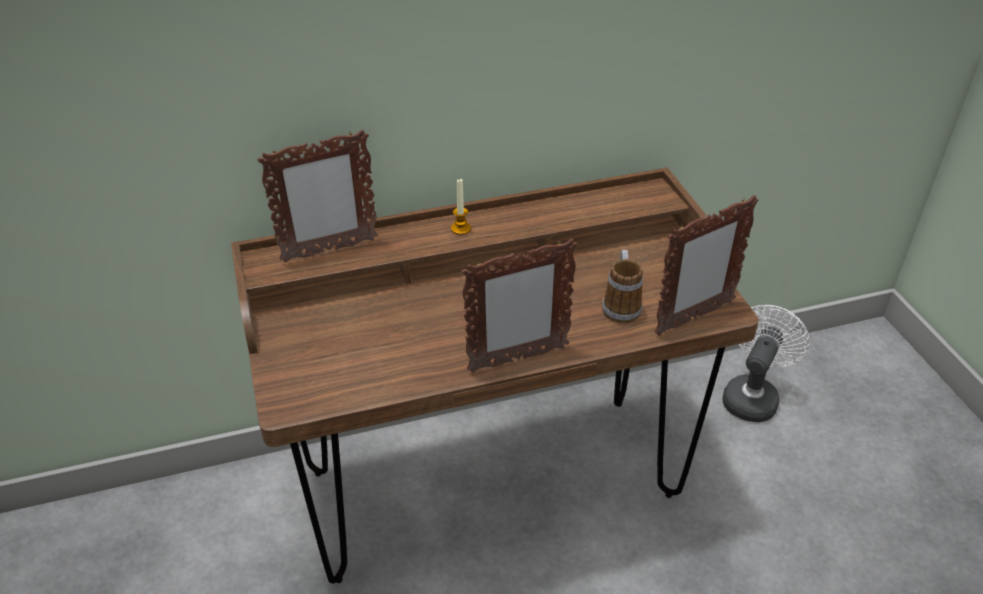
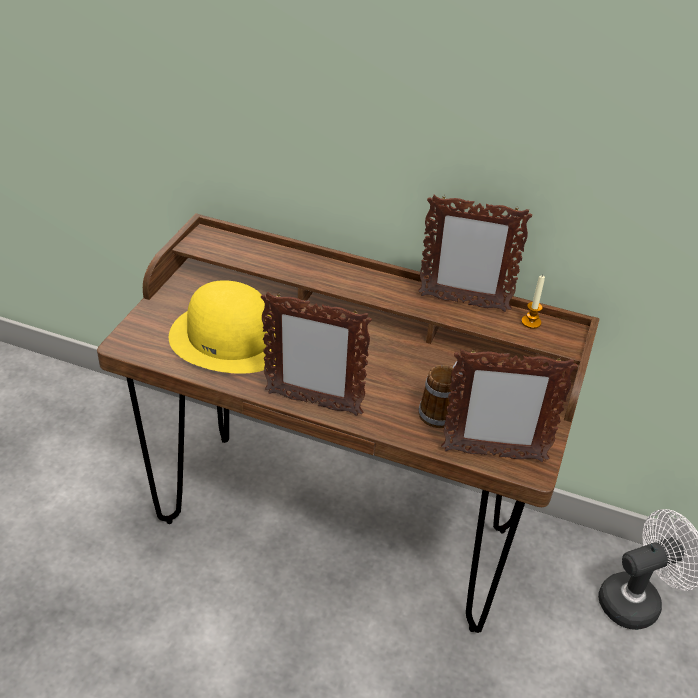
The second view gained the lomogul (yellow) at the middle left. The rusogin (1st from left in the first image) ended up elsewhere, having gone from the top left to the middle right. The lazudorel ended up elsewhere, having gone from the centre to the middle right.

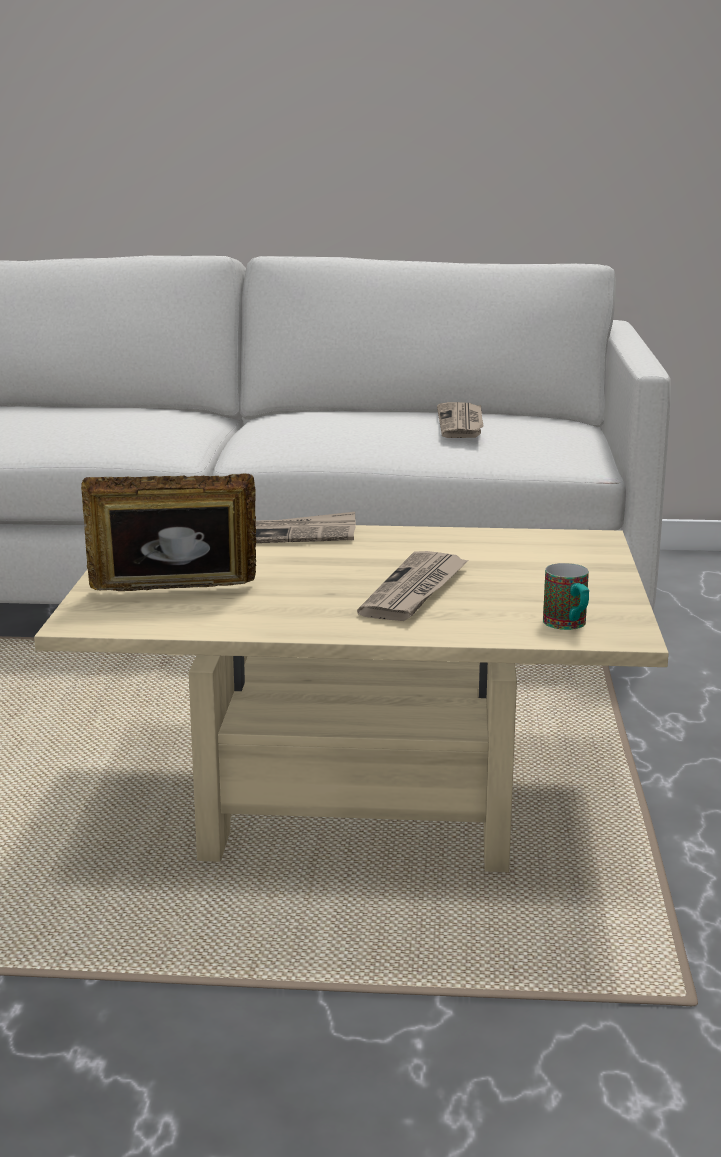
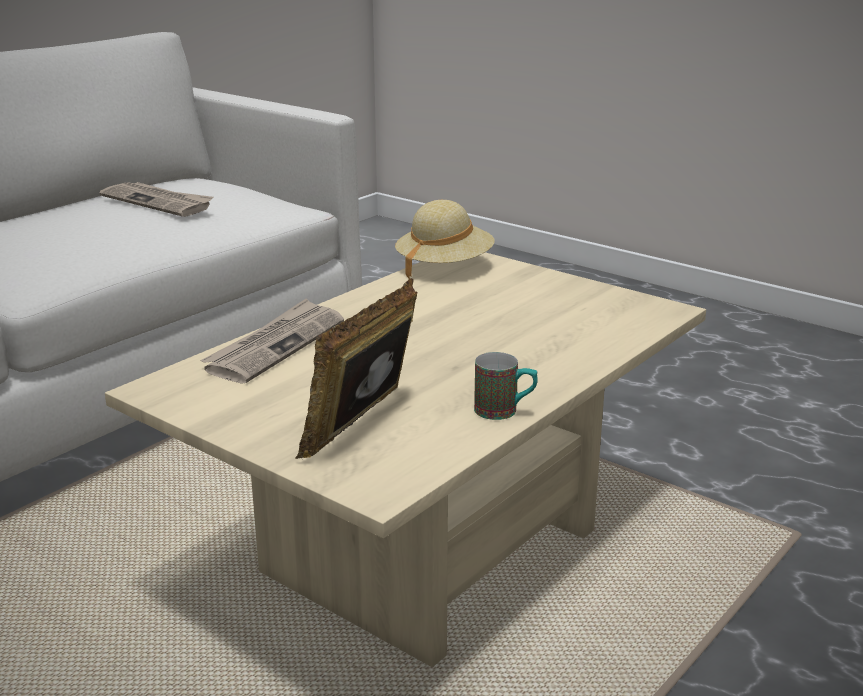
The second view gained the lomogul (beige) at the centre. The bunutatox ended up elsewhere, having gone from the middle right to the centre. The second view lost the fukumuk (2nd from left) at the centre.

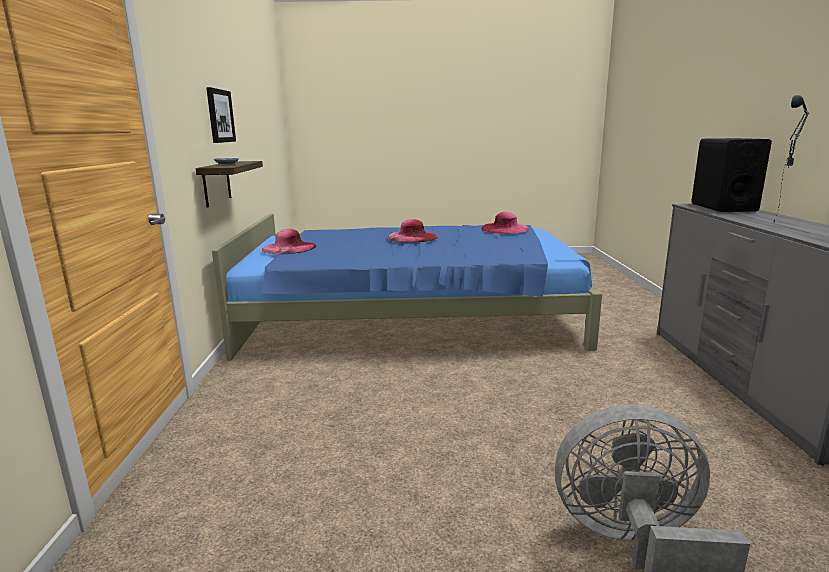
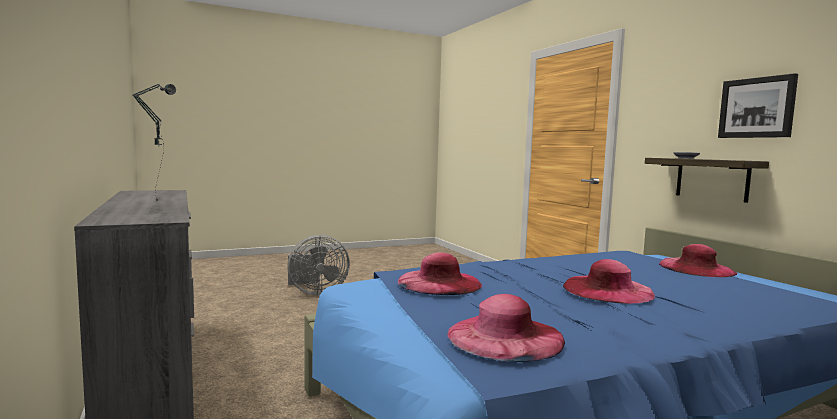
The second view gained the lomogul (pink) (1st from left) at the centre. The second view lost the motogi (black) at the top right.

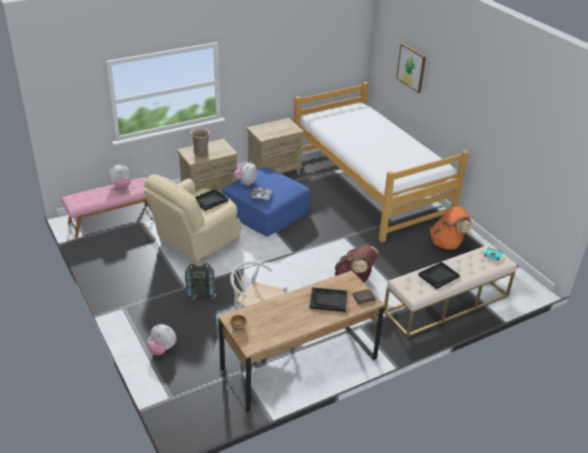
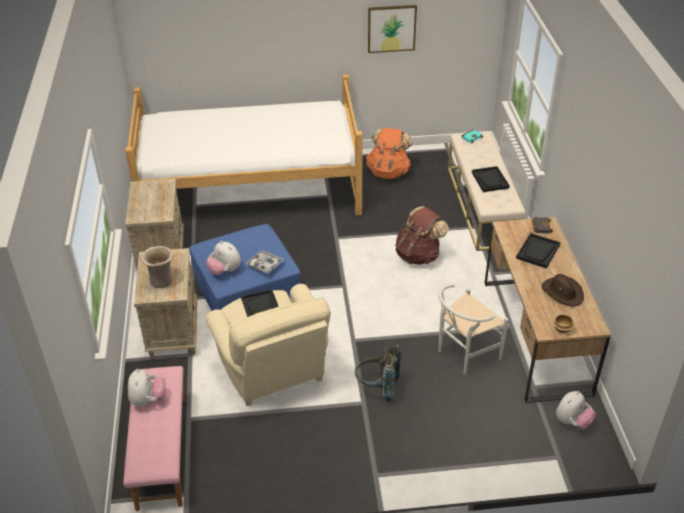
The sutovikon ended up elsewhere, having gone from the top right to the top centre. The second view gained the lomogul (brown) at the middle right. The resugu (2nd from left in the first image) ended up elsewhere, having gone from the bottom left to the bottom right.

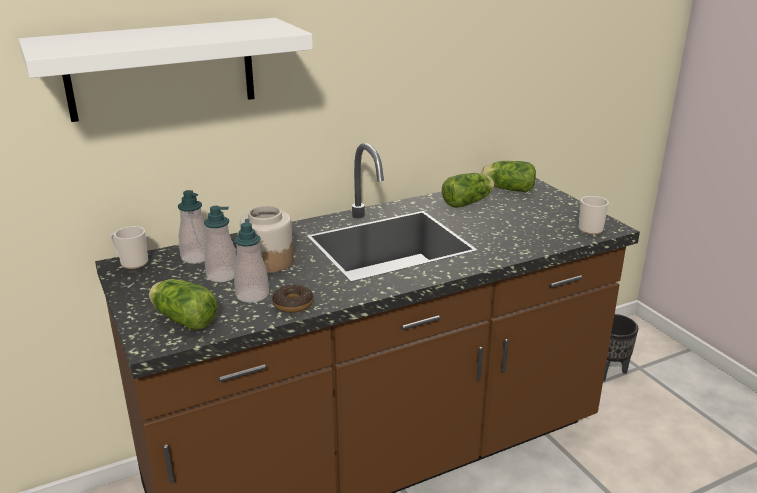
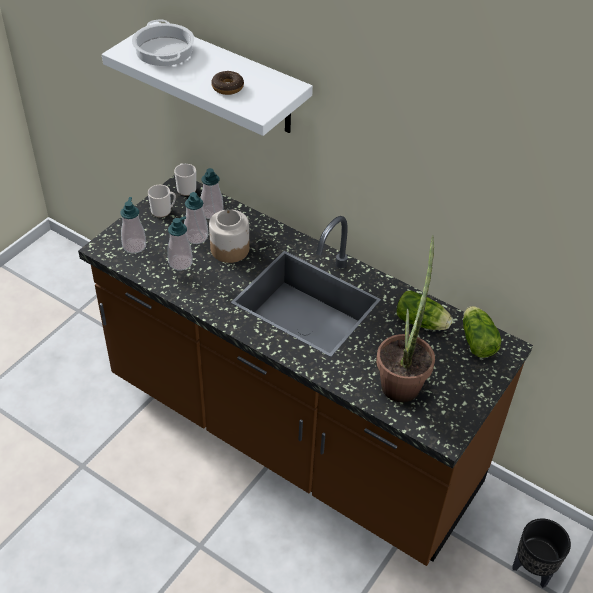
Where the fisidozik (1st from left) stood at the middle left, the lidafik (1st from left) came to stand at the middle left. The second view gained the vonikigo at the top left. The bunutatox (2nd from left in the first image) ended up elsewhere, having gone from the middle right to the middle left. The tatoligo ended up elsewhere, having gone from the centre to the top centre. The second view gained the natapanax at the middle right.

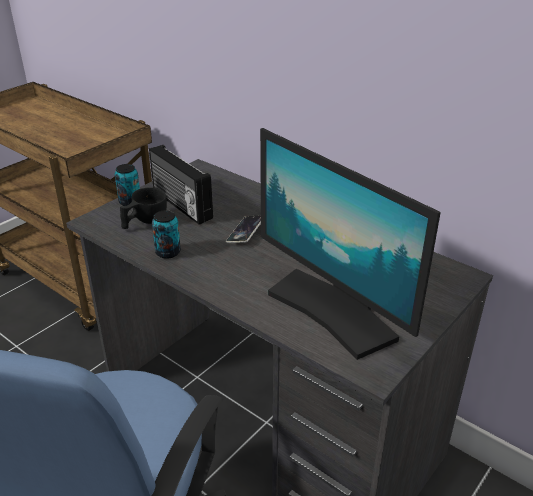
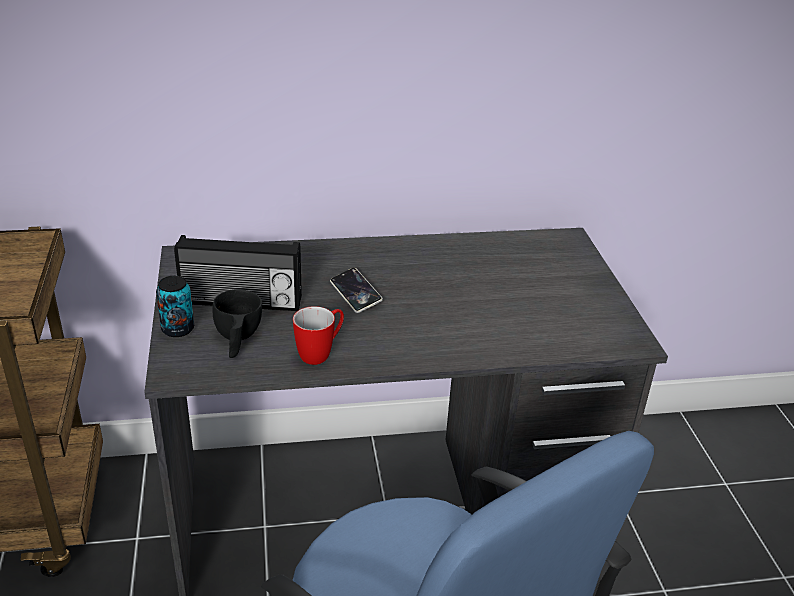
Where the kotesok (2nd from left) stood at the middle left, the bunutatox came to stand at the centre. The second view lost the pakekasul at the centre.

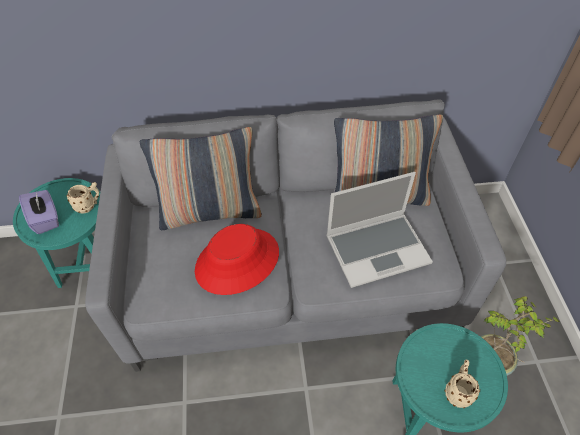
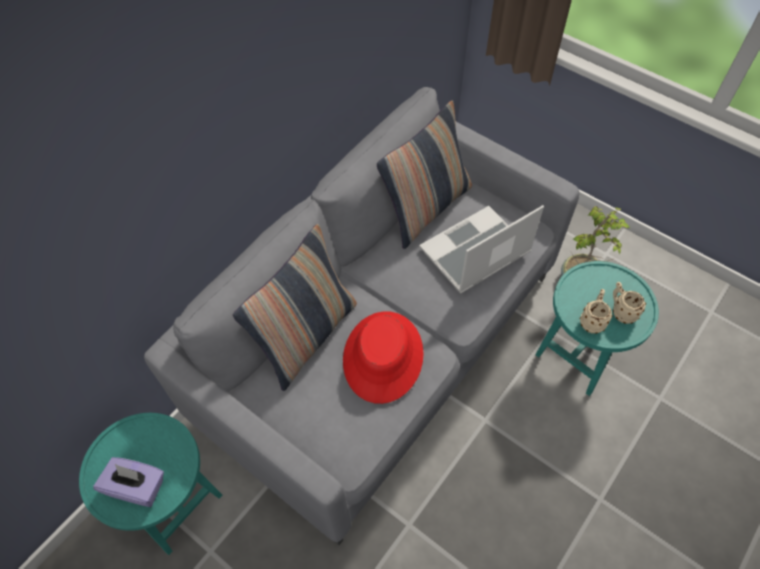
The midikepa at the centre ended up facing another way, 150 degrees counterclockwise from before. The bunutatox (beige) (1st from left) ended up elsewhere, having gone from the middle left to the middle right.

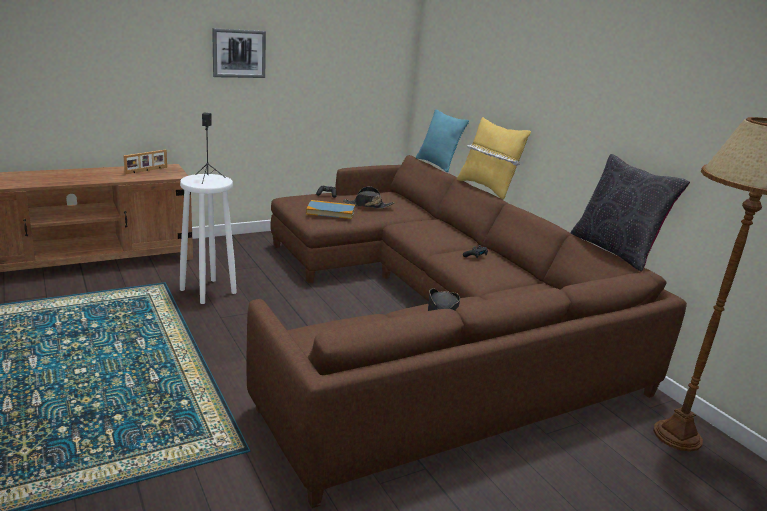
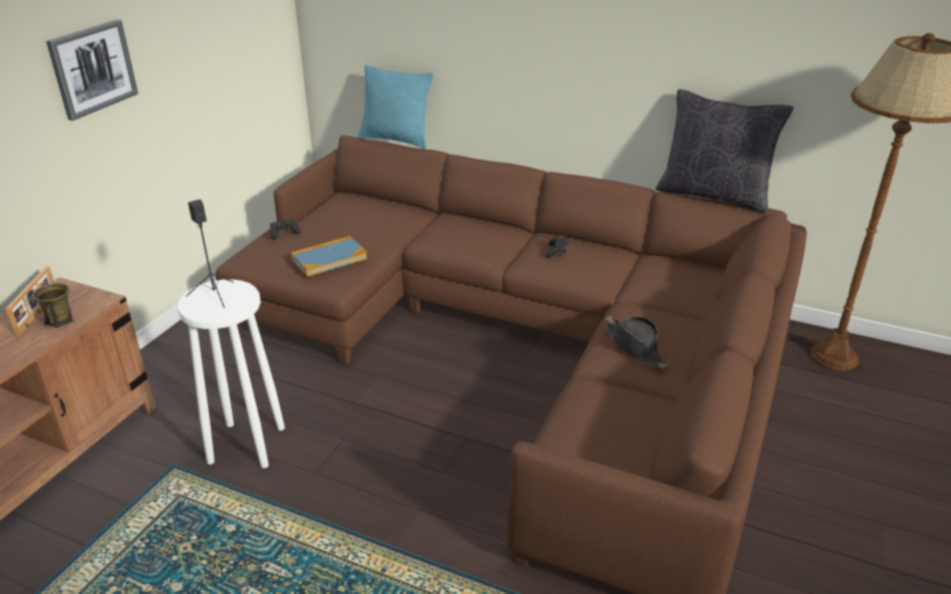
The second view gained the bunutatox (brown) at the middle left. The second view lost the lomogul (black) (1st from left) at the centre. The second view lost the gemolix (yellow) at the top centre.

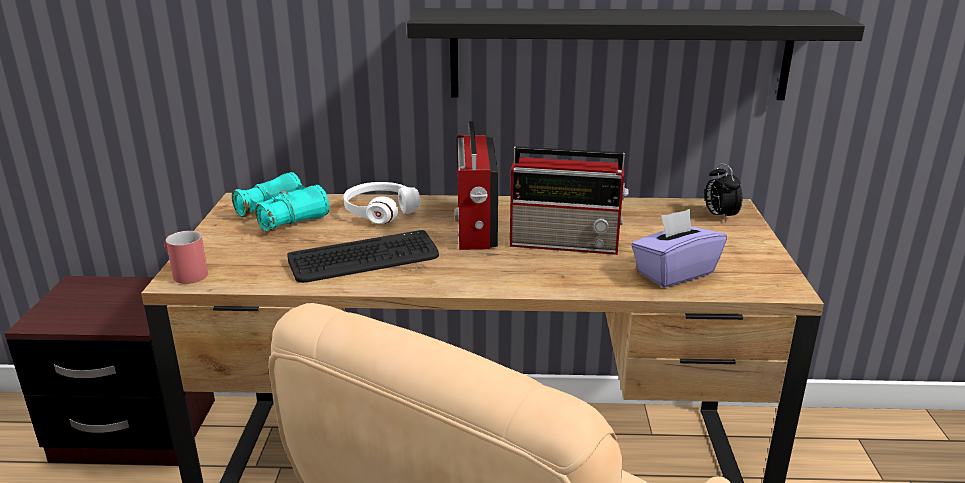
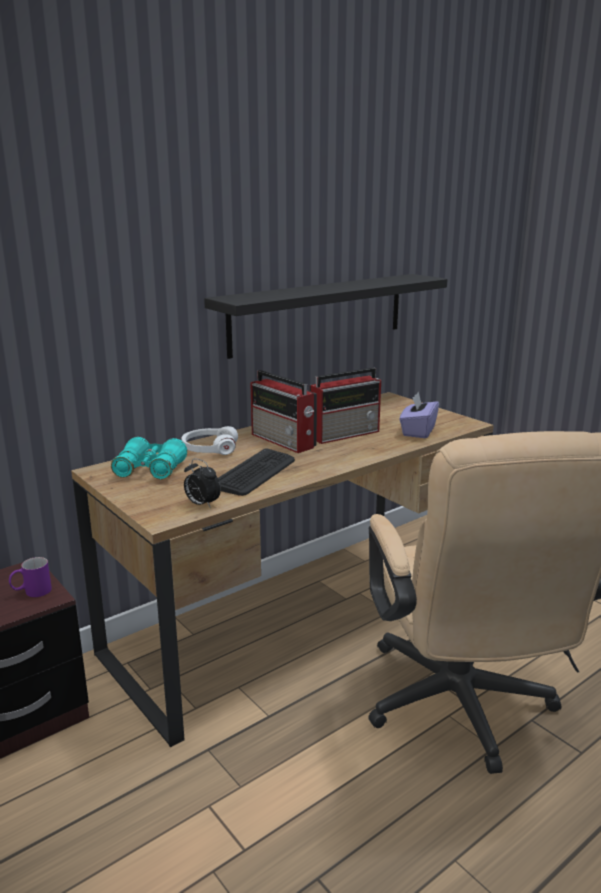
The second view gained the bunutatox (purple) at the middle left. The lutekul ended up elsewhere, having gone from the middle right to the centre. The second view lost the bunutatox (red) at the middle left.

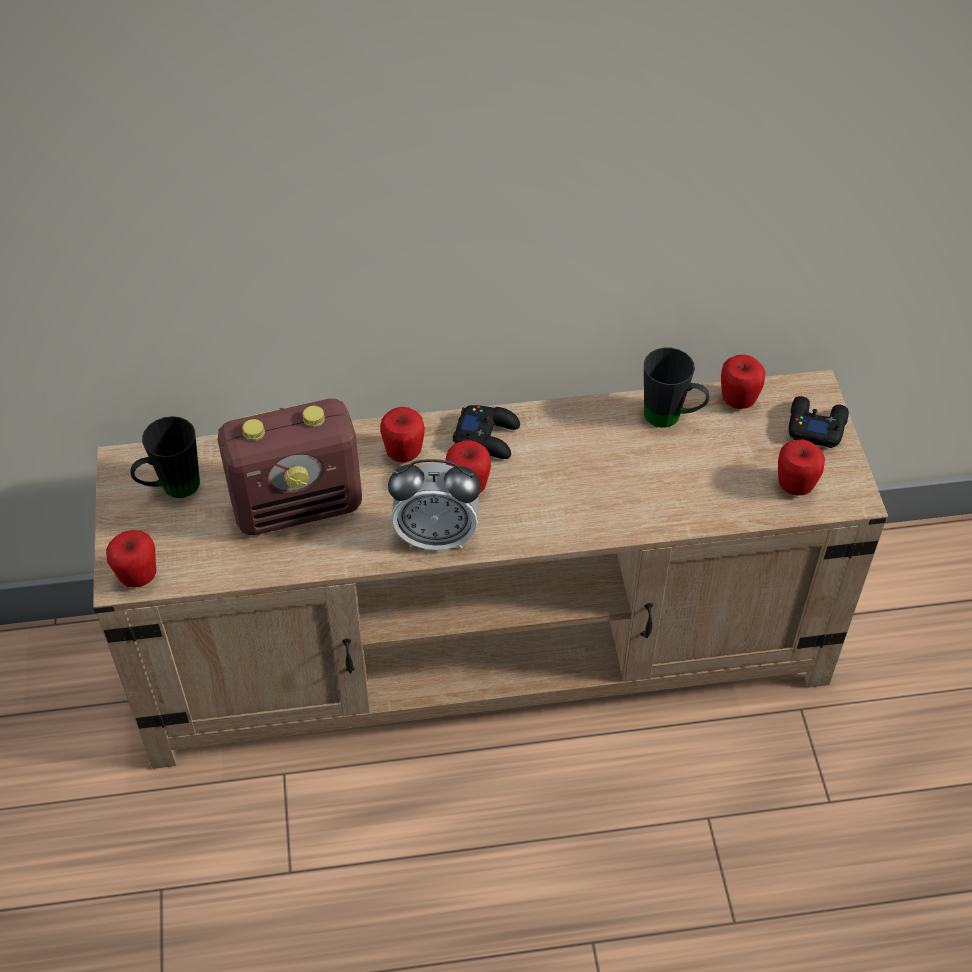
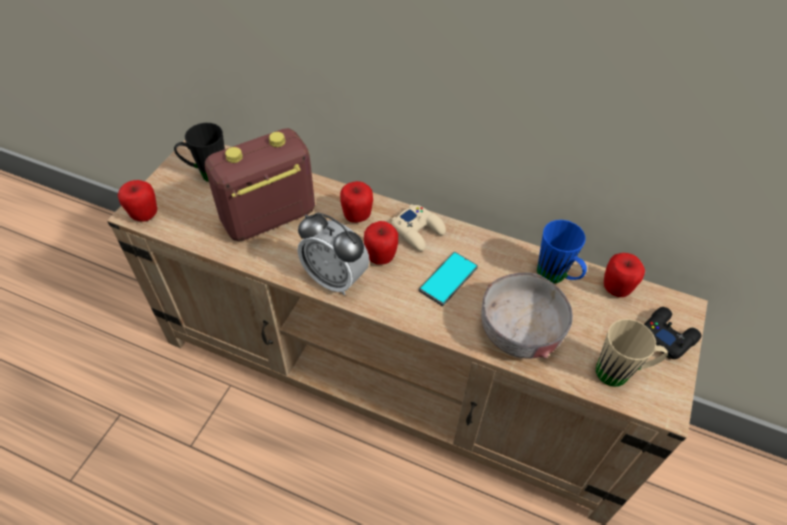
The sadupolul at the middle left ended up facing another way, 135 degrees clockwise from before. What was the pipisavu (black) (1st from left) at the centre turned into the pipisavu (beige) at the centre. The second view gained the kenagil at the centre. The second view gained the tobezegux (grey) at the middle right. What was the bunutatox (black) (2nd from left) at the middle right turned into the bunutatox (blue) at the middle right. Where the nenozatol (5th from left) stood at the middle right, the bunutatox (beige) came to stand at the bottom right.

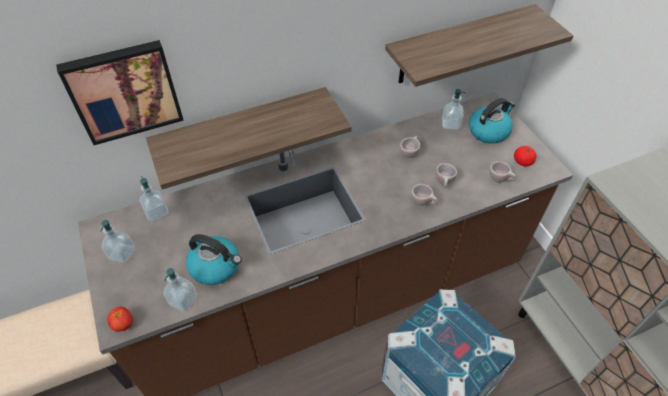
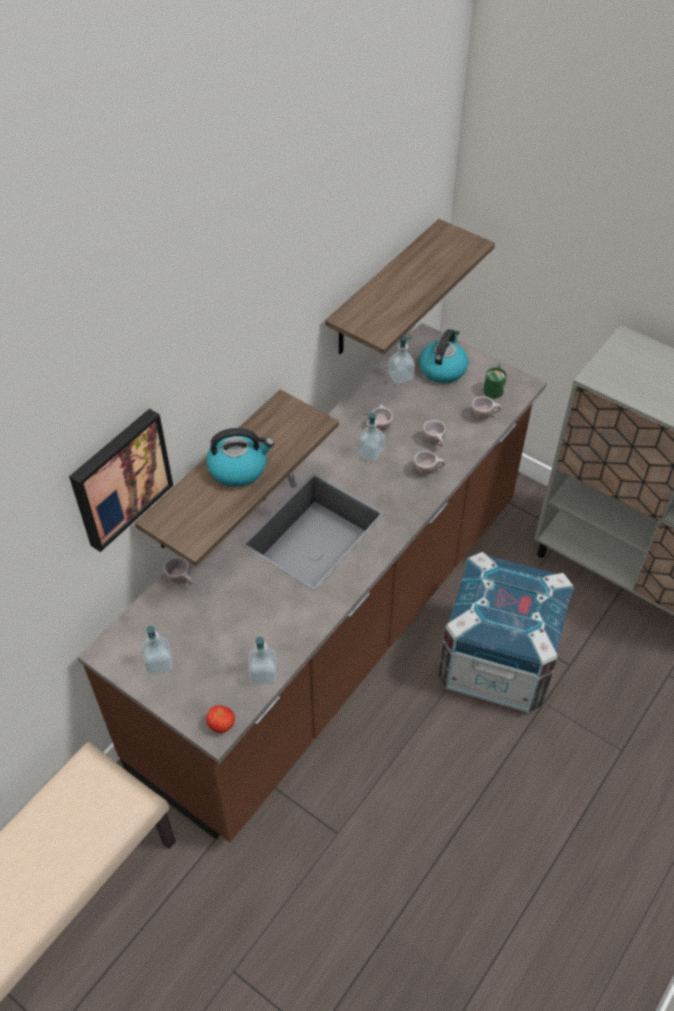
The second view gained the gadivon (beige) (1st from left) at the middle left. The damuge (1st from left) ended up elsewhere, having gone from the middle left to the centre. The lidafik (2nd from left in the first image) ended up elsewhere, having gone from the middle left to the centre. Where the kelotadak (2nd from left) stood at the middle right, the bunutatox (green) came to stand at the middle right.

